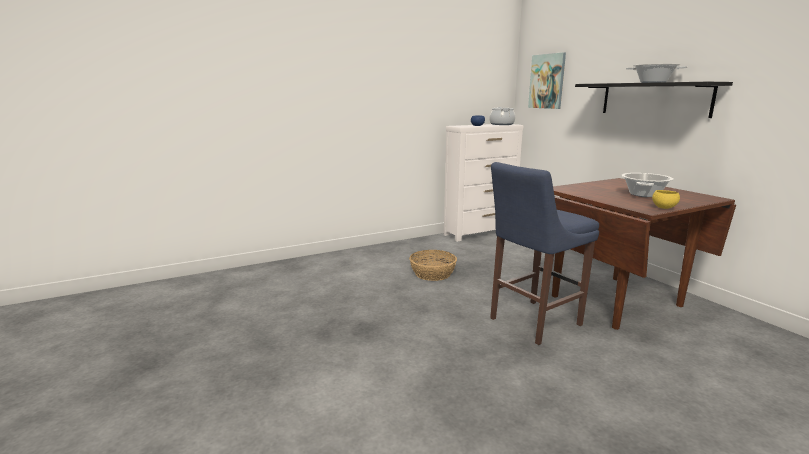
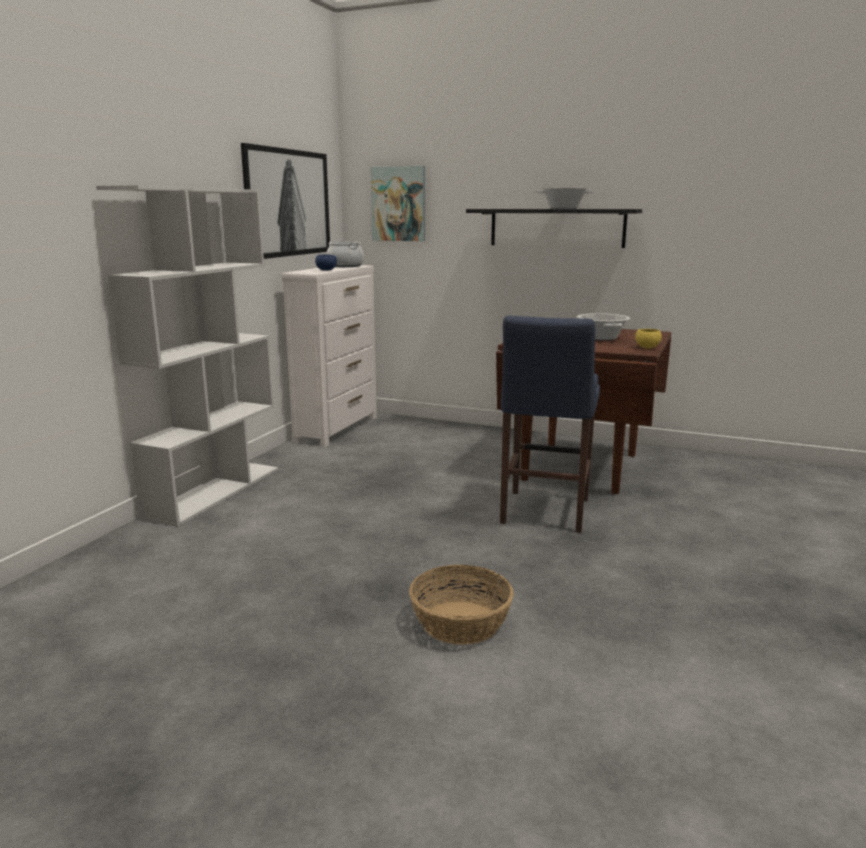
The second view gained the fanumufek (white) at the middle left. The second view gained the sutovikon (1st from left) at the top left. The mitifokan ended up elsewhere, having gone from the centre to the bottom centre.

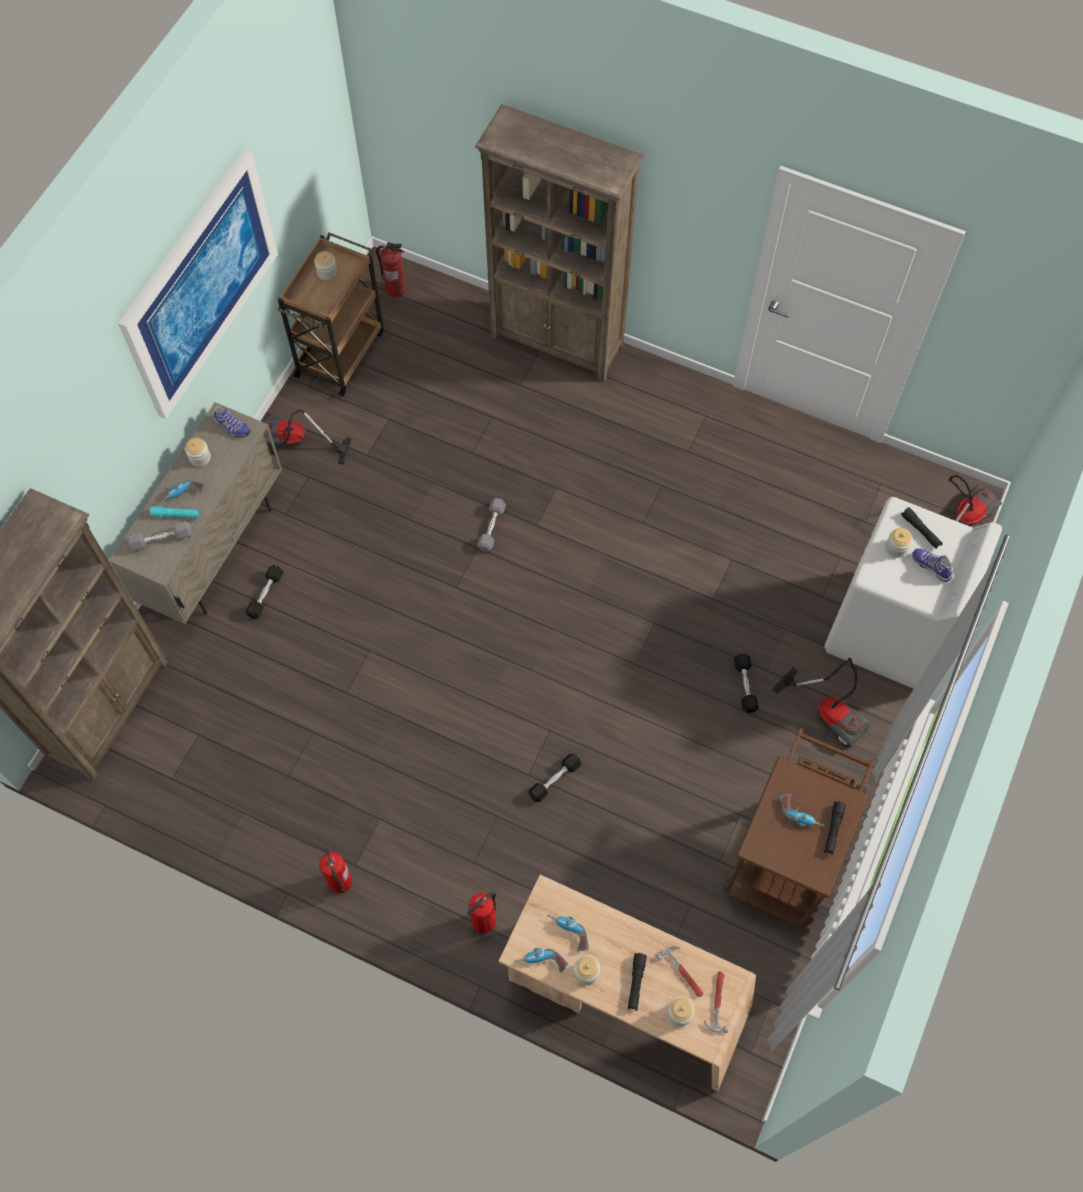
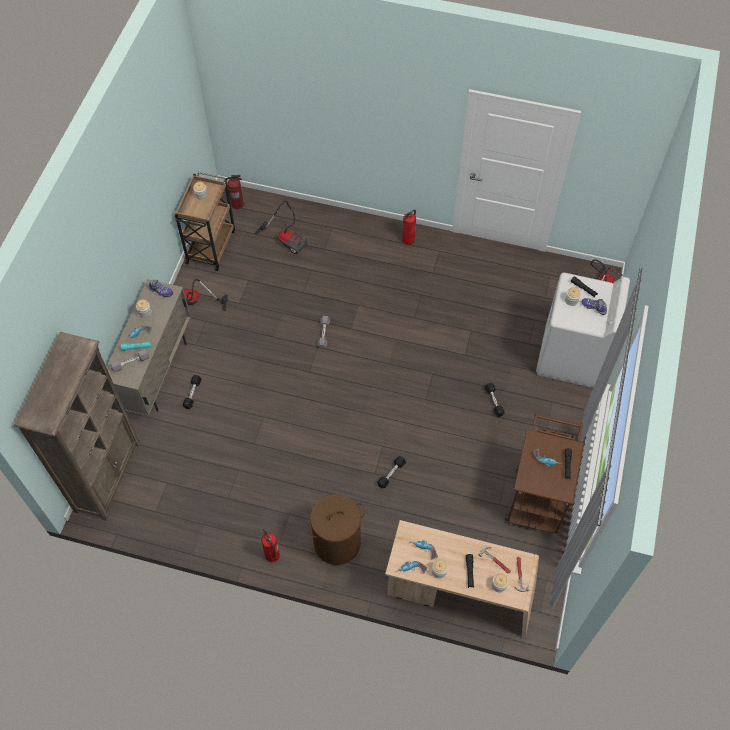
The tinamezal (2nd from left) ended up elsewhere, having gone from the middle right to the top centre. The second view gained the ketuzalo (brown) at the bottom centre. The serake (3rd from left) ended up elsewhere, having gone from the bottom centre to the top centre. The second view lost the sutovikon at the top left. The second view lost the fanumufek (brown) (2nd from left) at the top centre.

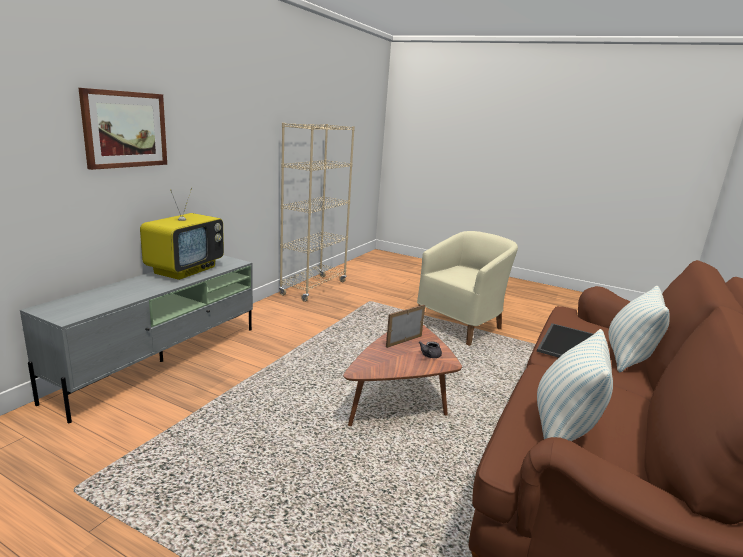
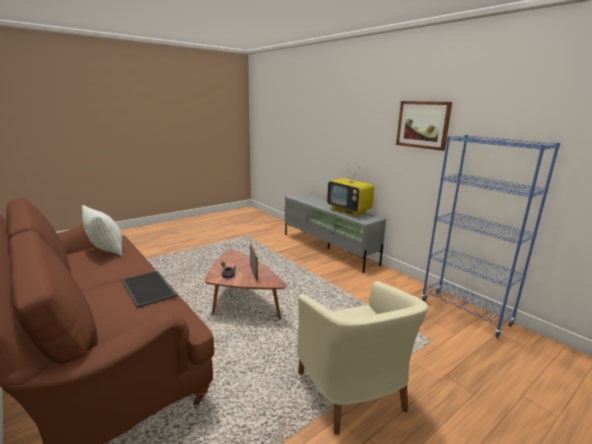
The sutovikon ended up elsewhere, having gone from the top left to the top right. What was the fanumufek (beige) at the centre turned into the fanumufek (blue) at the middle right. The second view lost the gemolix (2nd from left) at the middle right.

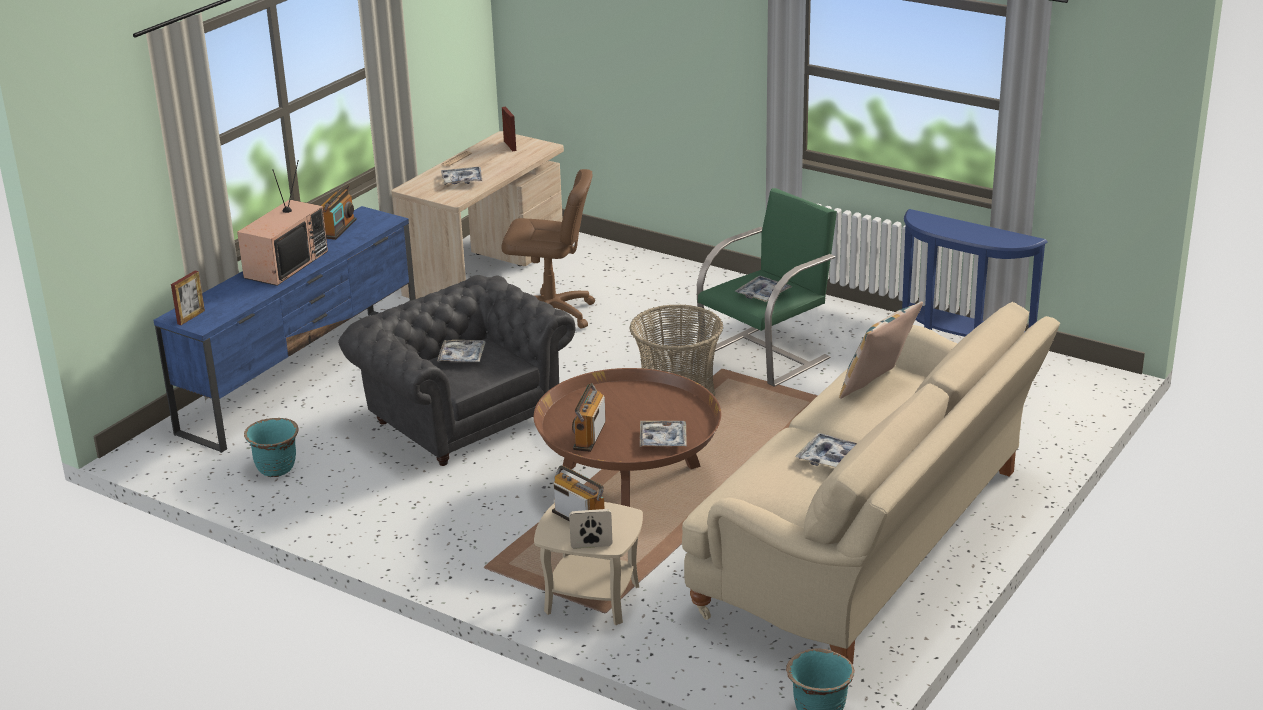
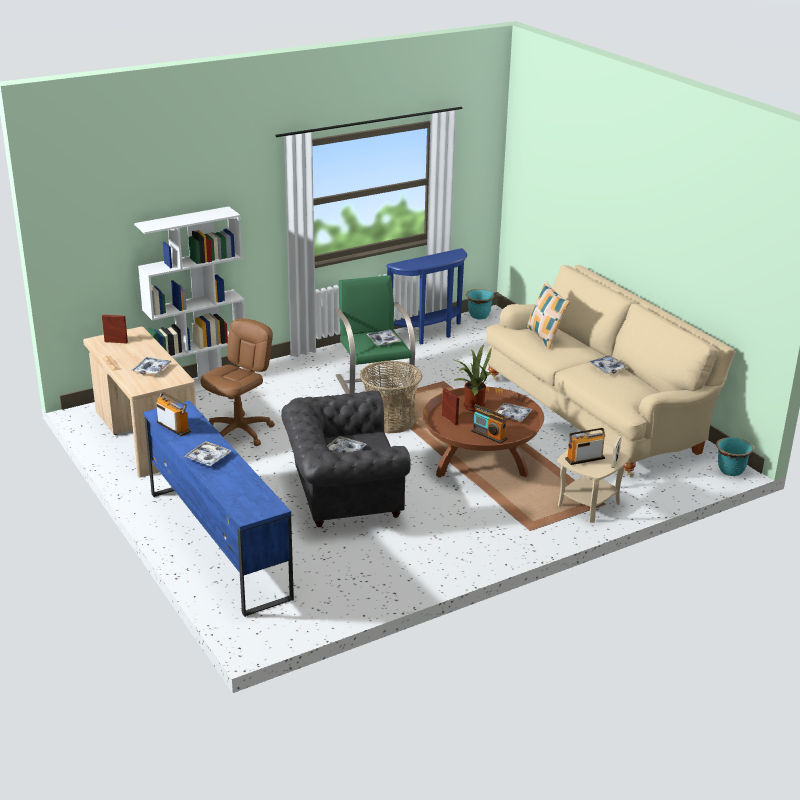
The second view gained the fanumufek (white) at the middle left. Where the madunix stood at the top left, the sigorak (2nd from left) came to stand at the middle left. The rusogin (1st from left in the first image) ended up elsewhere, having gone from the middle left to the centre. The second view gained the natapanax at the centre. The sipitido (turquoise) (1st from left) ended up elsewhere, having gone from the middle left to the centre.

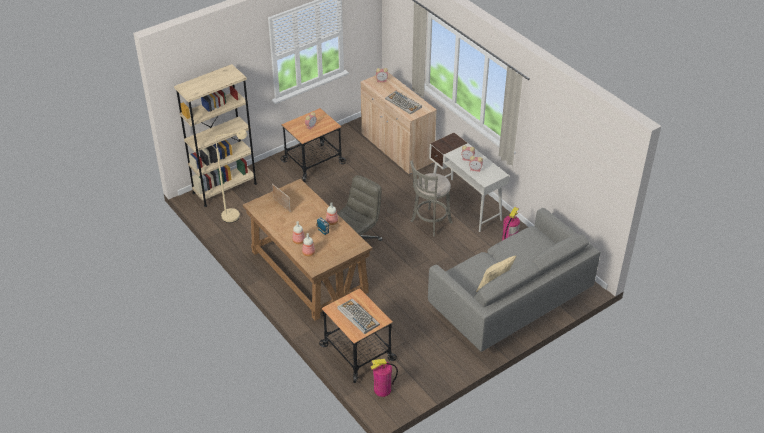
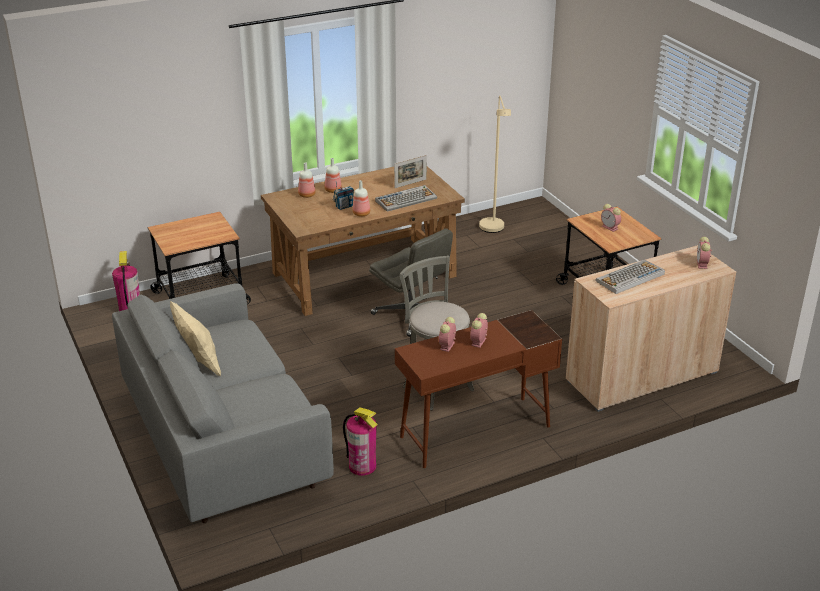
The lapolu (1st from left) ended up elsewhere, having gone from the bottom centre to the centre. What was the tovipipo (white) at the centre turned into the tovipipo (brown) (2nd from left) at the centre. The second view lost the fanumufek (beige) at the top left.

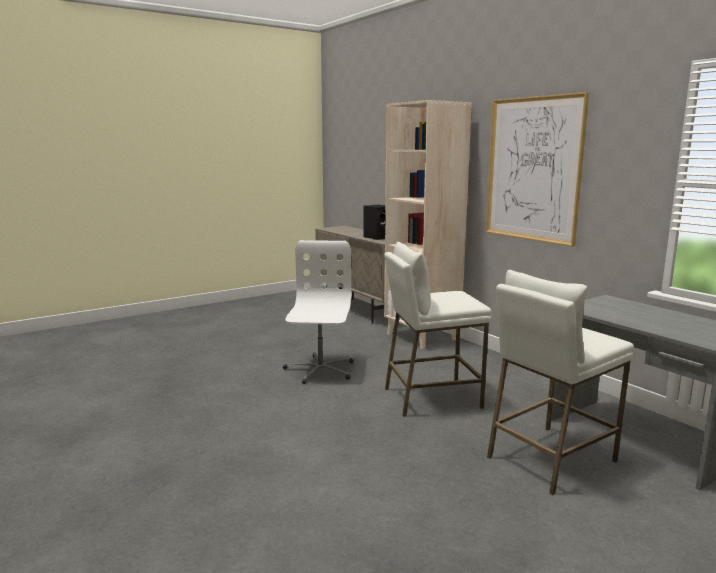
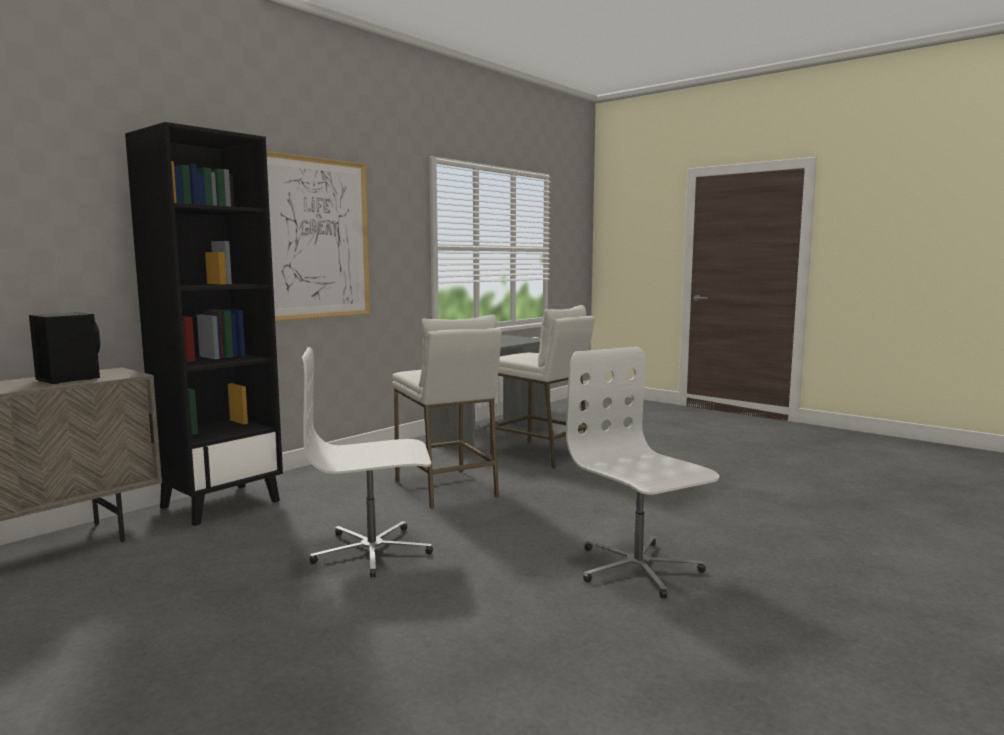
What was the fanumufek (beige) at the centre turned into the fanumufek (black) at the middle left. The second view gained the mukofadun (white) (2nd from left) at the centre.

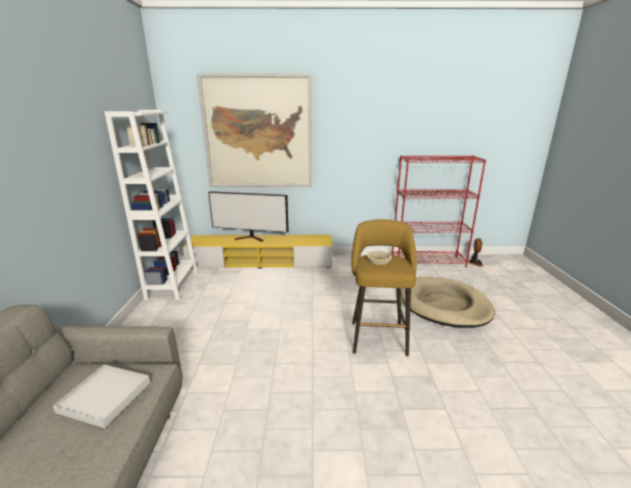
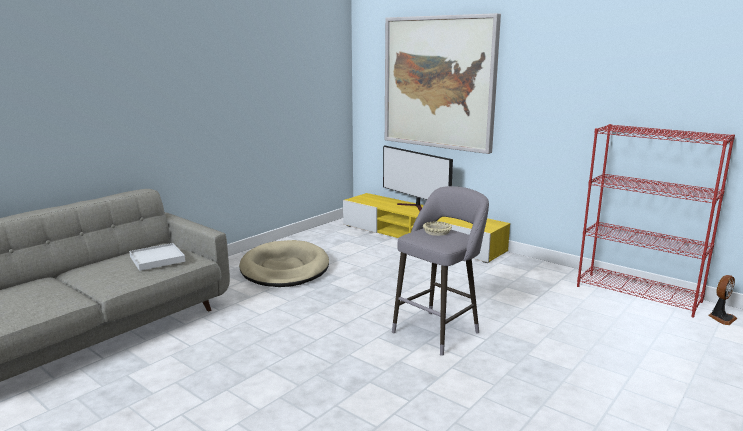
The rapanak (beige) ended up elsewhere, having gone from the middle right to the centre. What was the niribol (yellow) at the centre turned into the niribol (grey) at the centre. The second view lost the fanumufek (white) at the middle left.

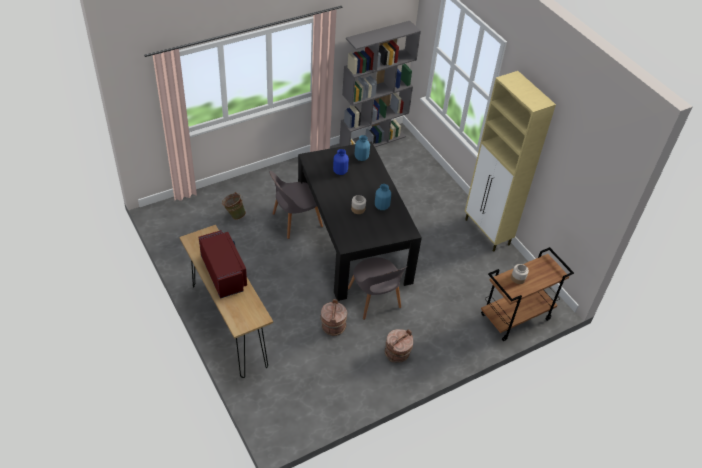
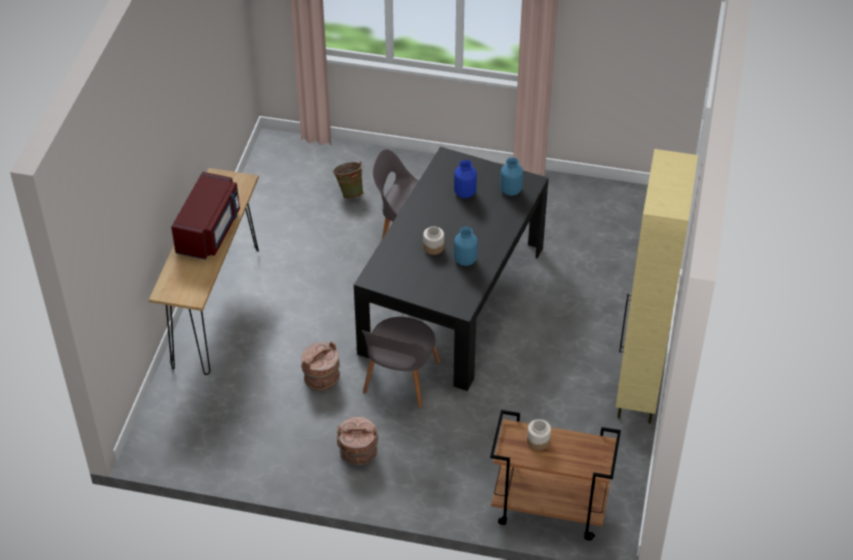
The second view lost the fanumufek (grey) at the top centre.

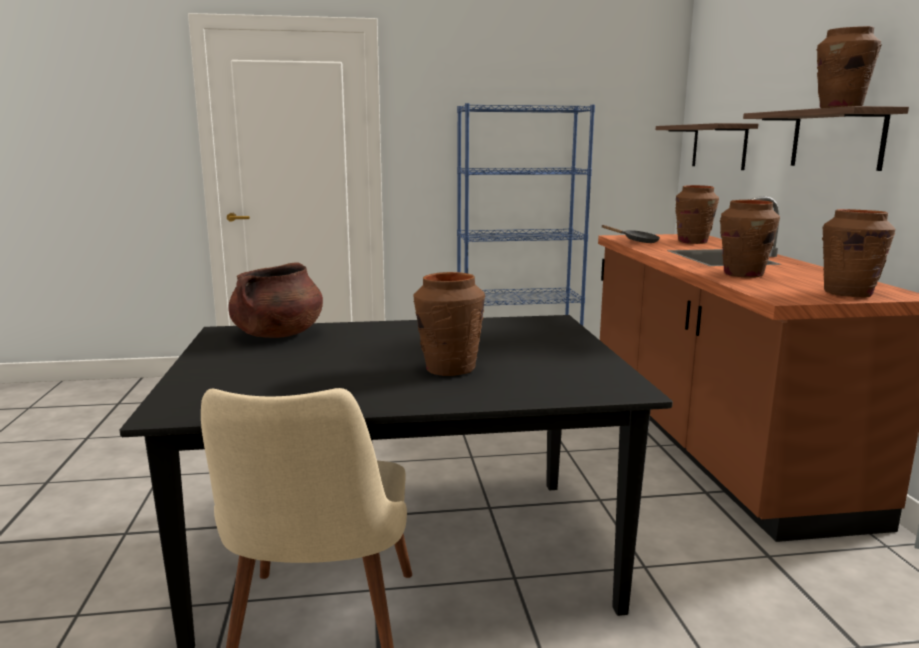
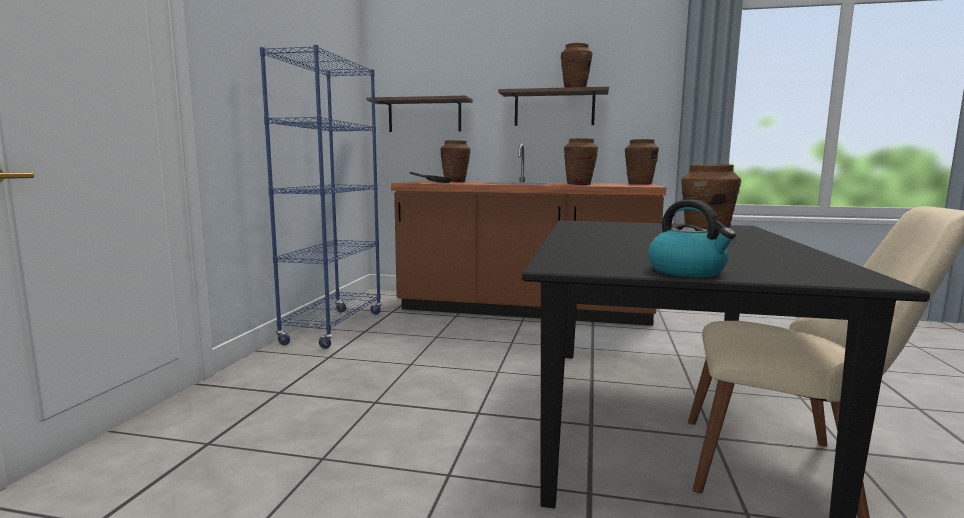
The second view gained the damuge at the middle right. The second view lost the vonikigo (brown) at the middle left.

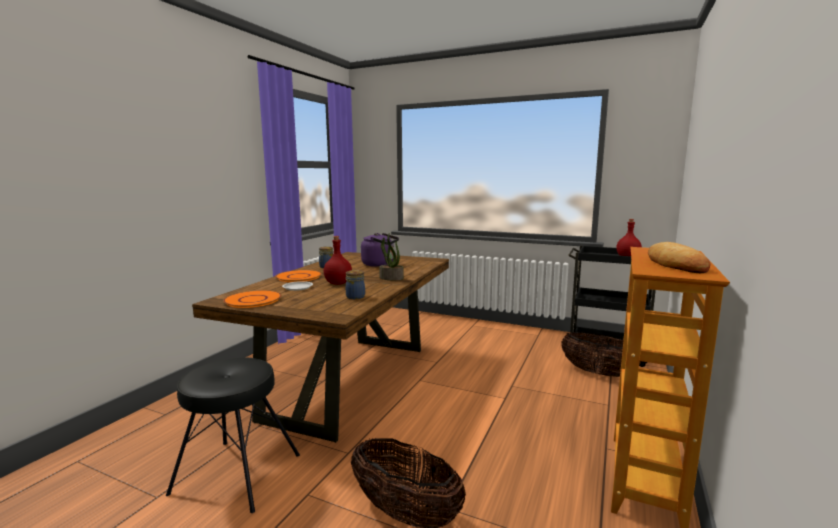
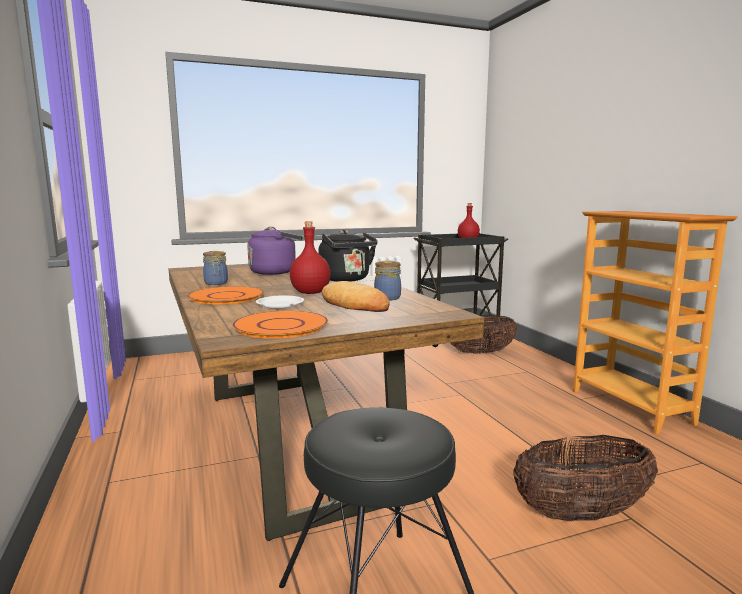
Where the natapanax stood at the centre, the damuge (black) came to stand at the centre. The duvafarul ended up elsewhere, having gone from the middle right to the centre.

